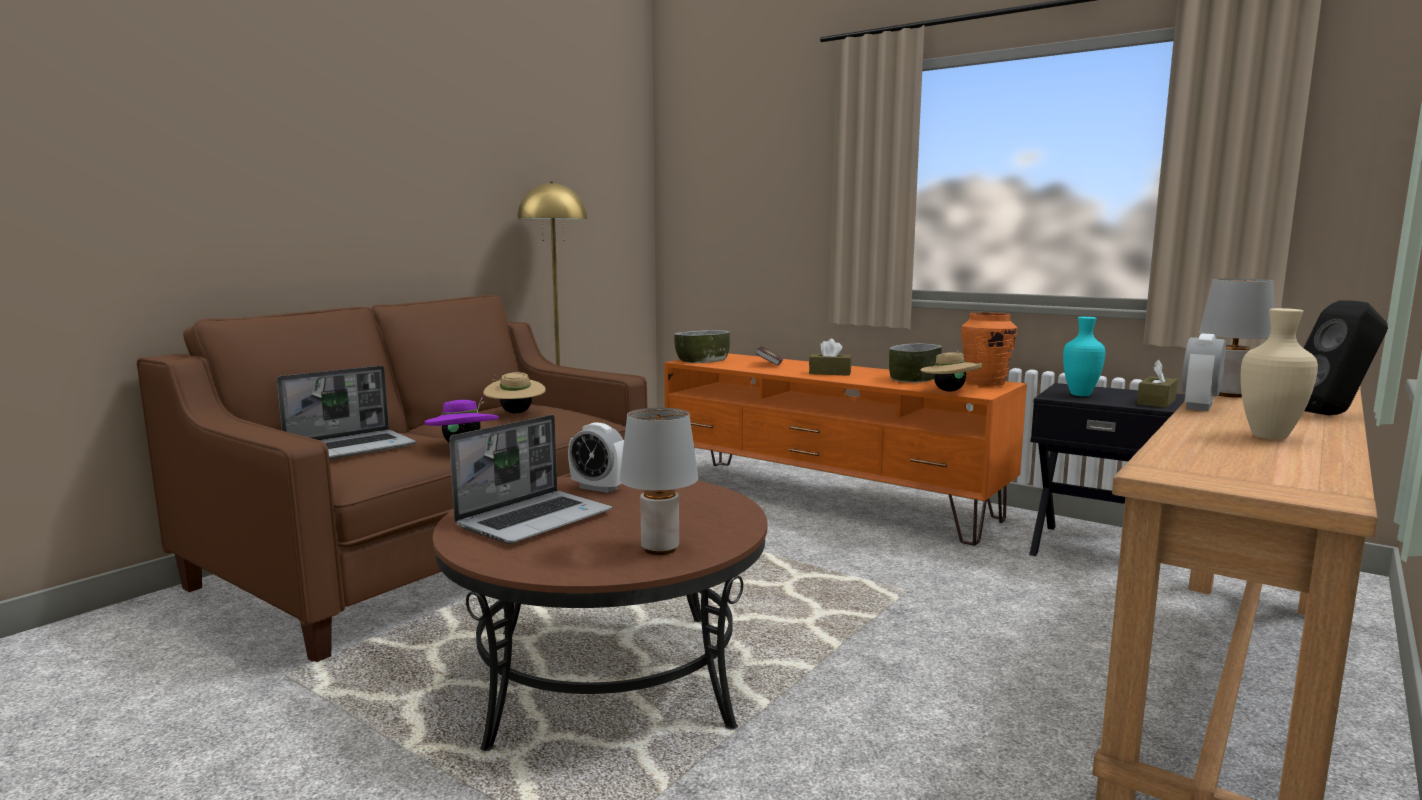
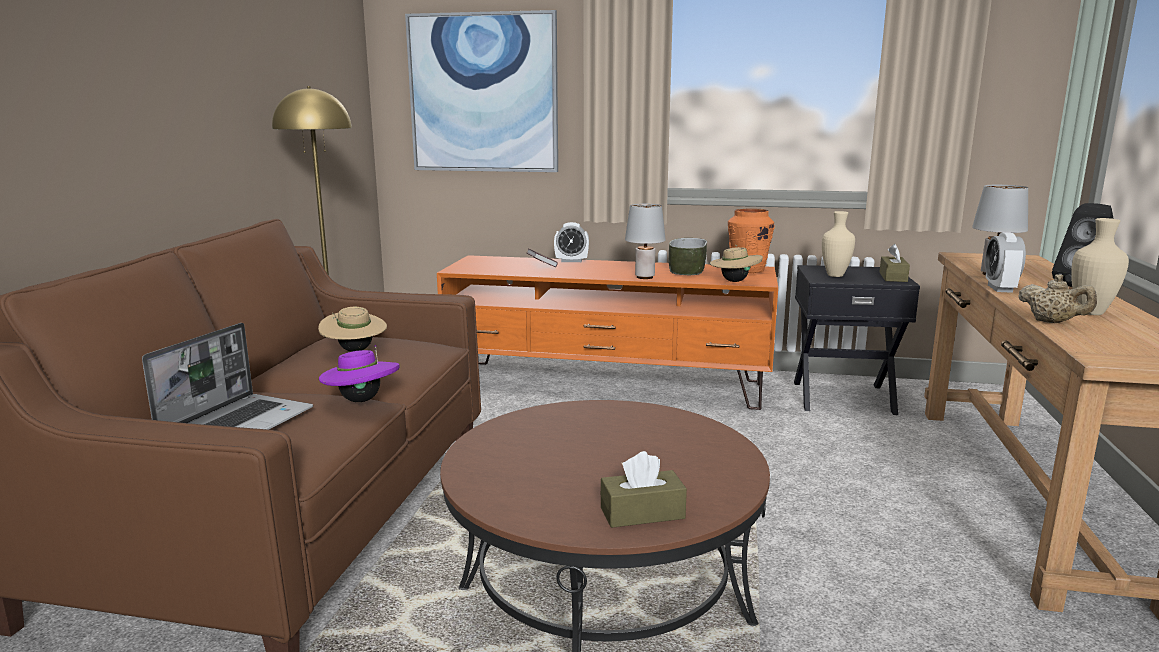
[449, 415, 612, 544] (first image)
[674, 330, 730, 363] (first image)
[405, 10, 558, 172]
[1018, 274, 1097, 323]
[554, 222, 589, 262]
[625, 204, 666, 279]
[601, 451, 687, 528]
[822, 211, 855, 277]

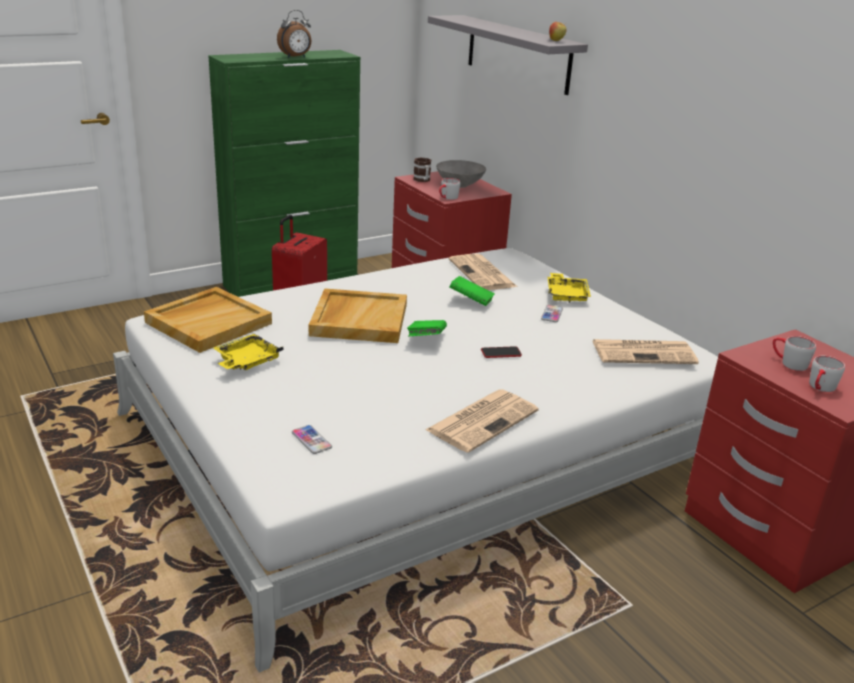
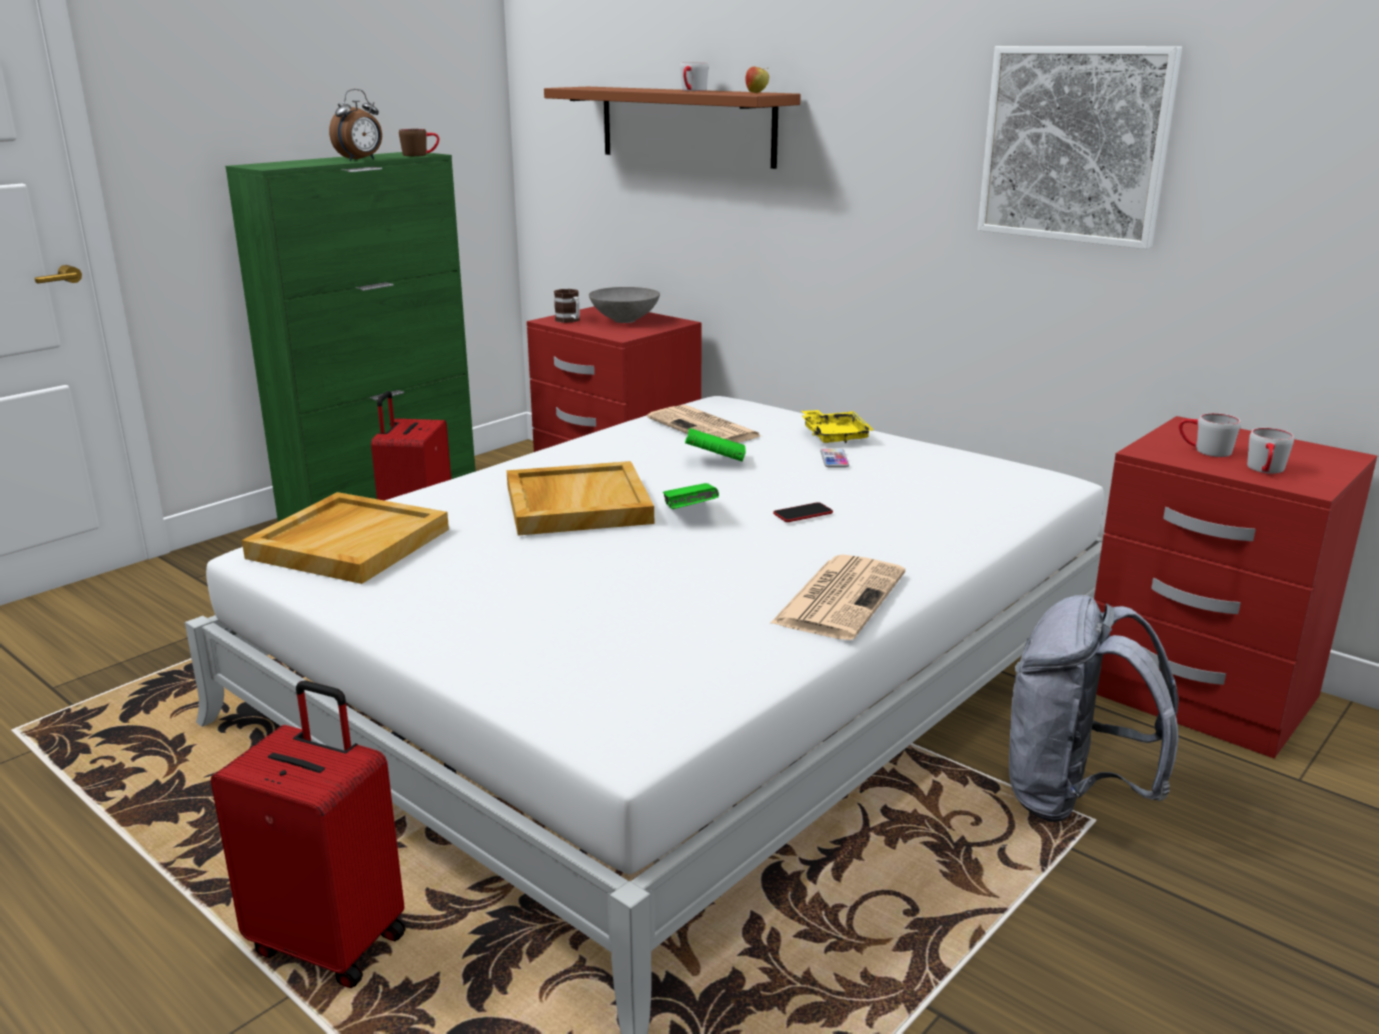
[213, 334, 283, 370] (first image)
[292, 425, 332, 454] (first image)
[593, 339, 699, 364] (first image)
[211, 680, 406, 988]
[399, 129, 439, 156]
[978, 46, 1182, 249]
[1009, 595, 1179, 822]
[680, 63, 709, 91]
[544, 87, 801, 169]

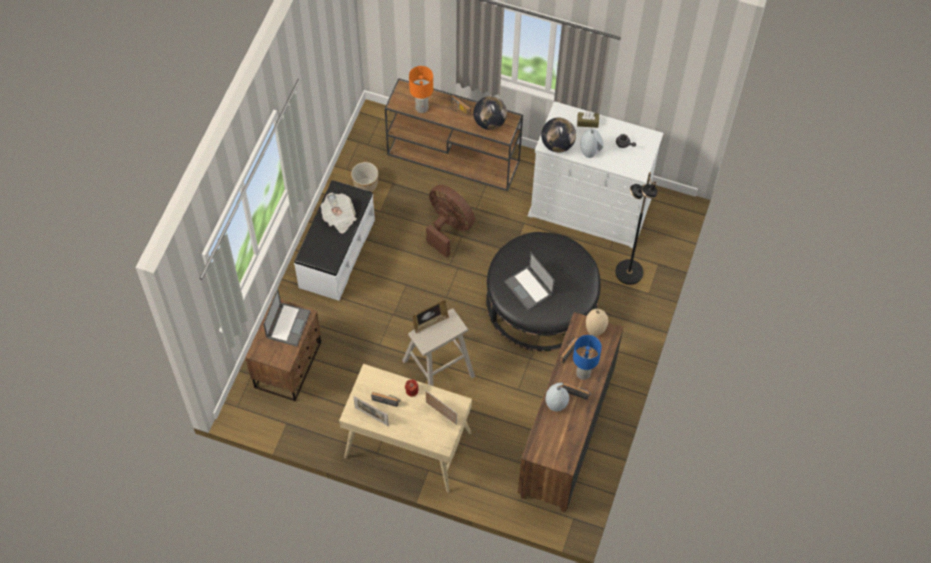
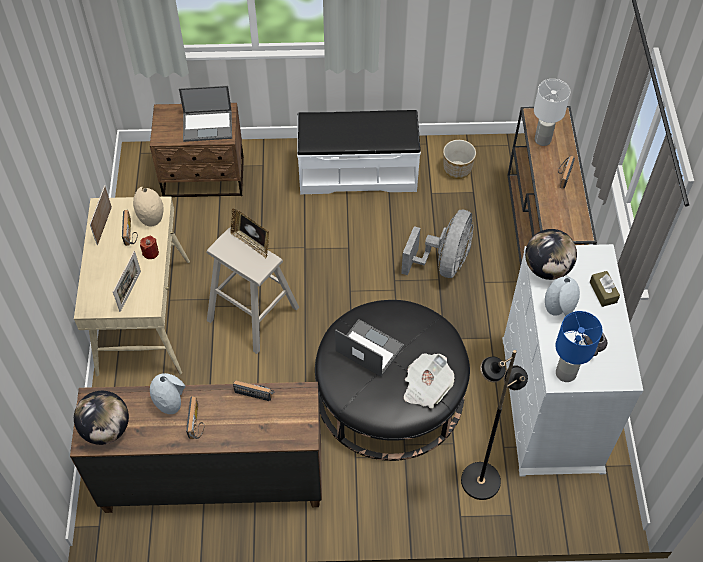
[404, 353, 454, 408]
[74, 391, 129, 445]
[555, 311, 603, 382]
[133, 187, 164, 227]
[534, 79, 570, 146]
[401, 210, 473, 278]
[335, 319, 404, 377]

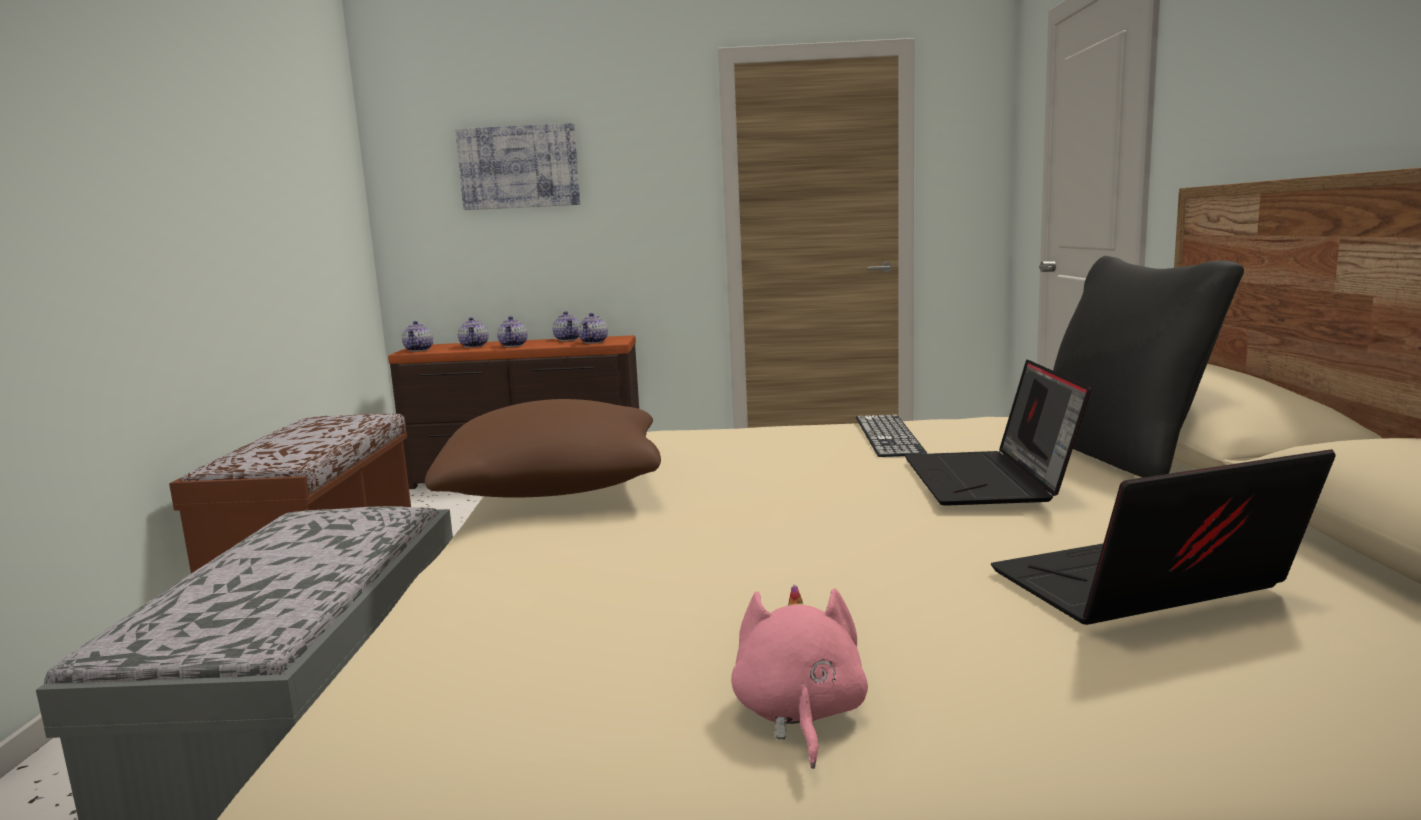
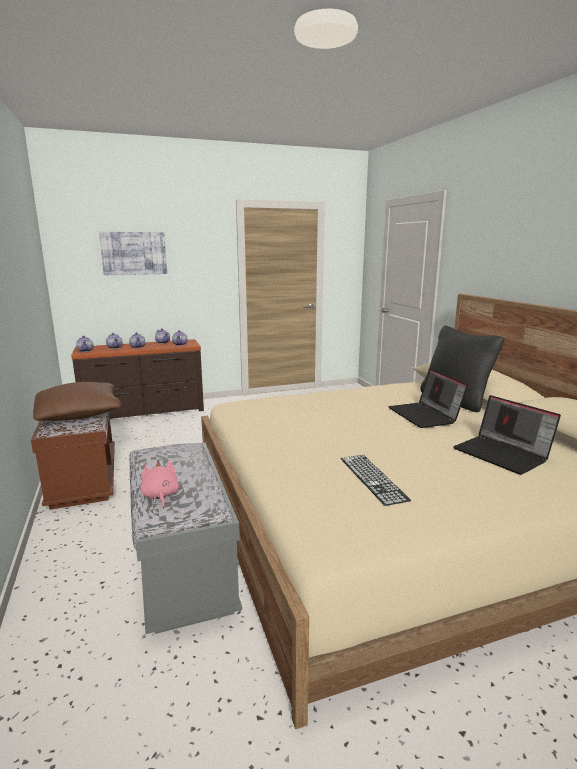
[33, 382, 121, 421]
[140, 461, 179, 508]
[341, 455, 411, 506]
[454, 395, 561, 475]

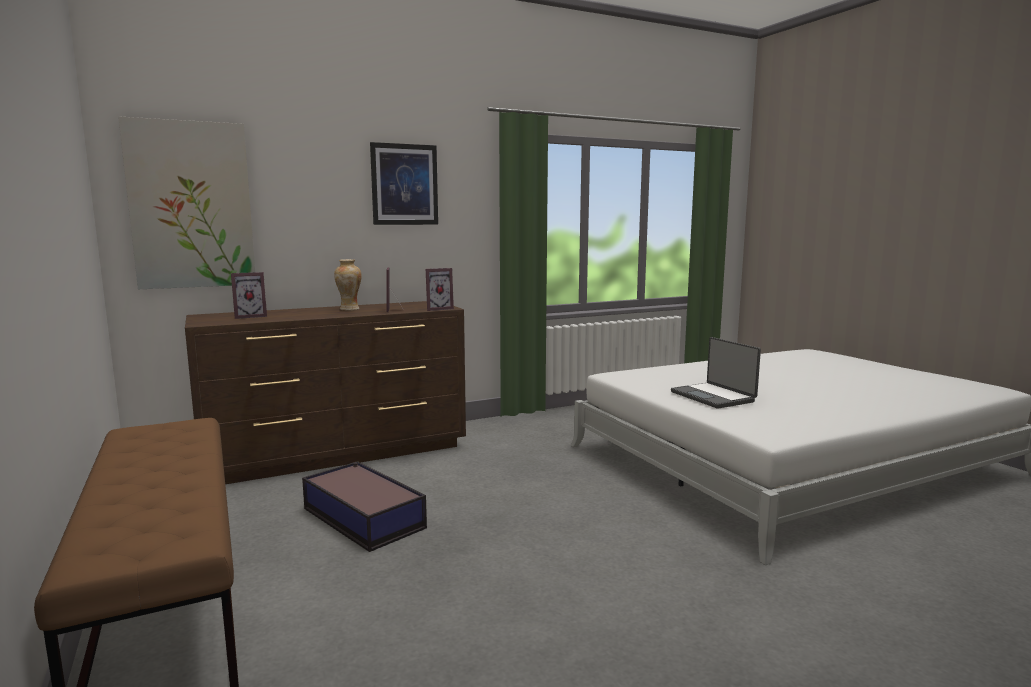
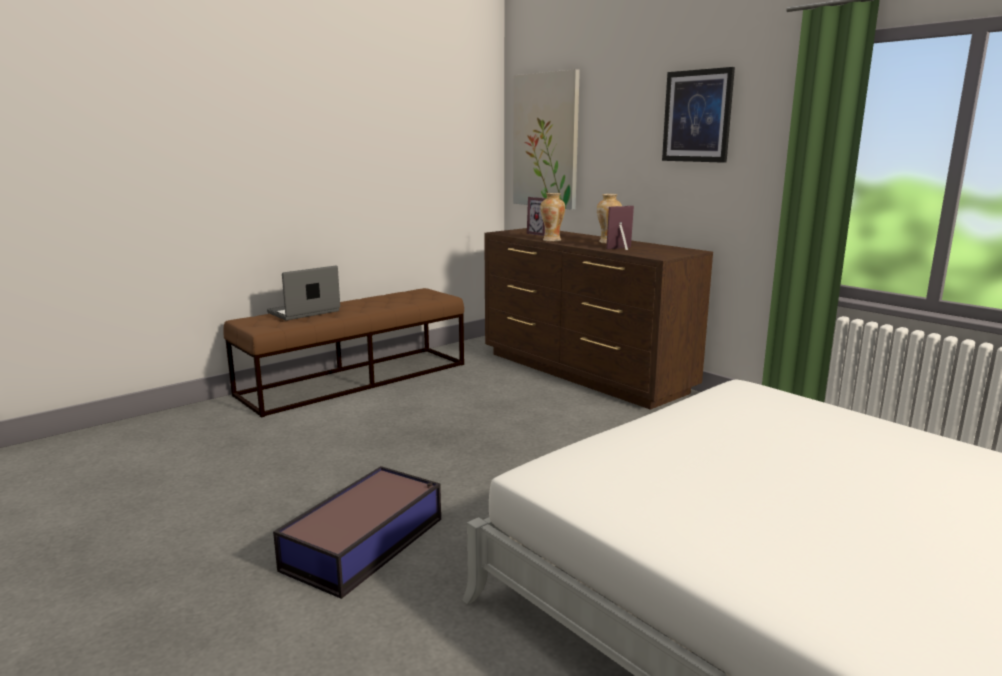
[426, 268, 454, 311] (first image)
[540, 193, 565, 241]
[273, 466, 441, 599]
[267, 266, 340, 320]

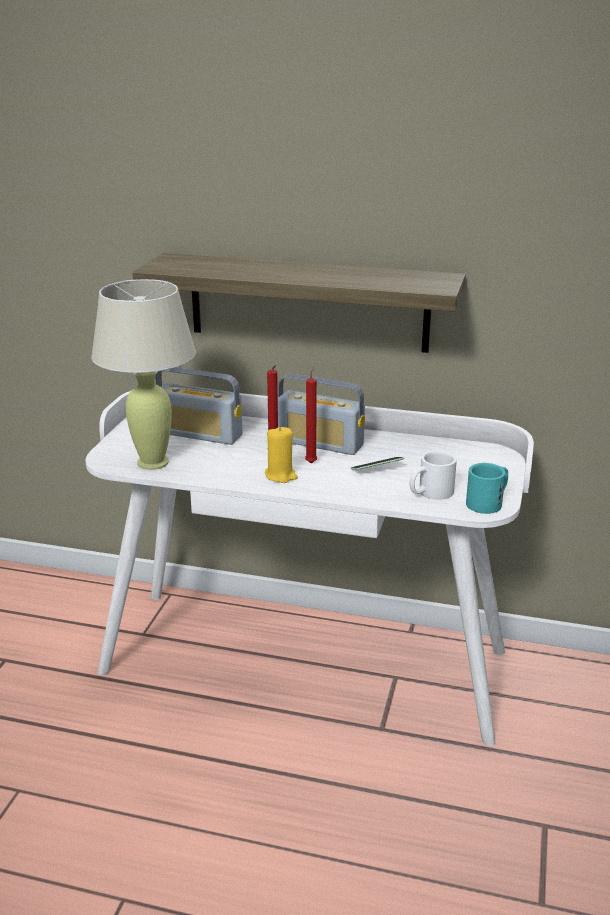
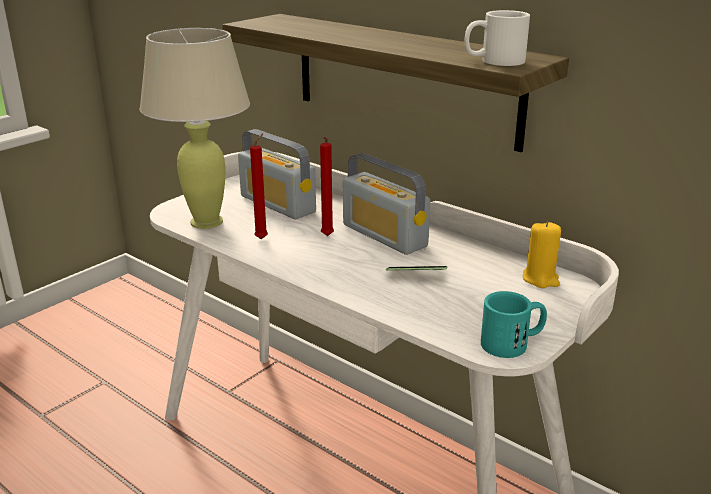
[523, 221, 561, 288]
[250, 133, 268, 239]
[465, 10, 530, 66]

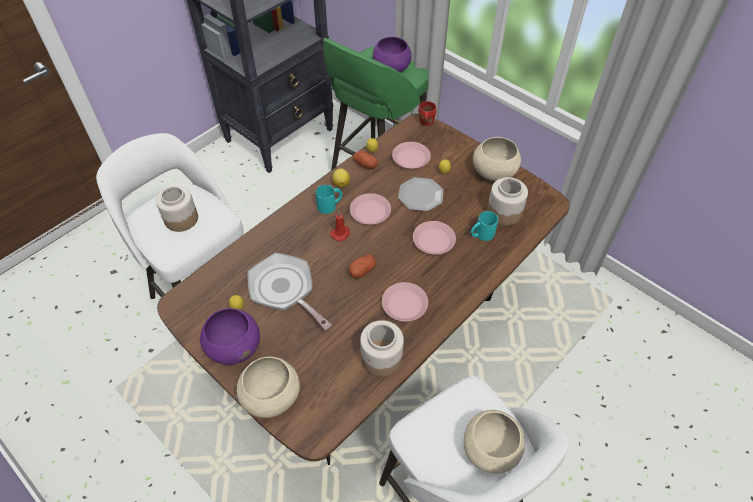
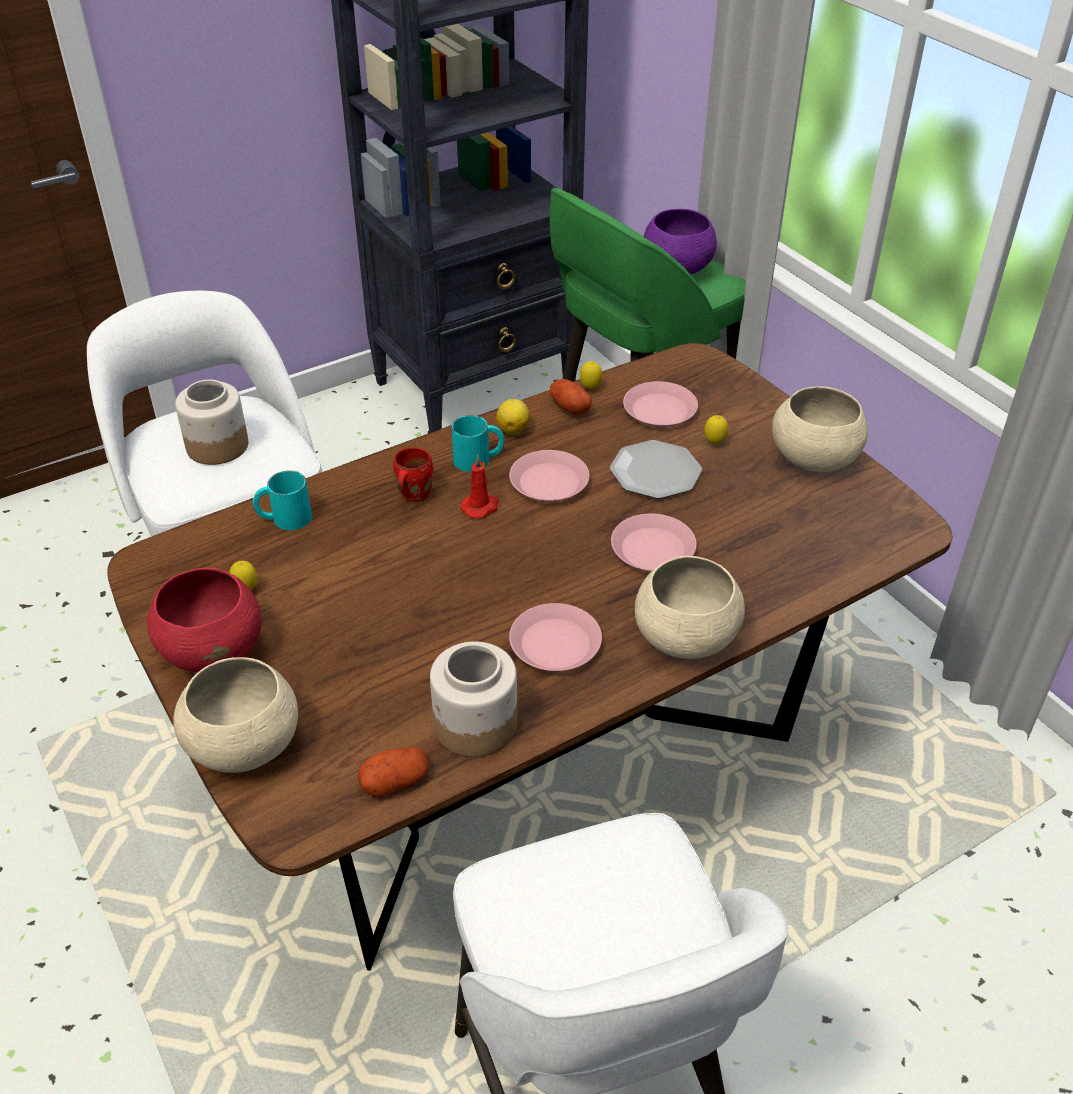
[247, 253, 332, 330] (first image)
[487, 177, 528, 226] (first image)
[357, 747, 429, 797]
[393, 447, 433, 502]
[635, 556, 745, 659]
[253, 470, 312, 530]
[147, 567, 262, 672]

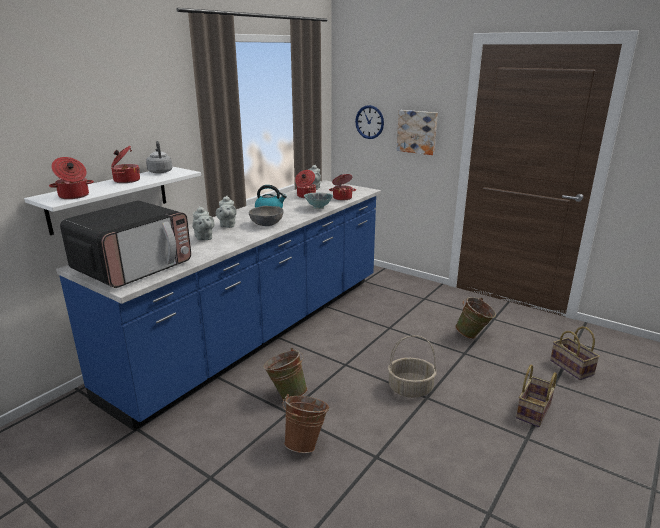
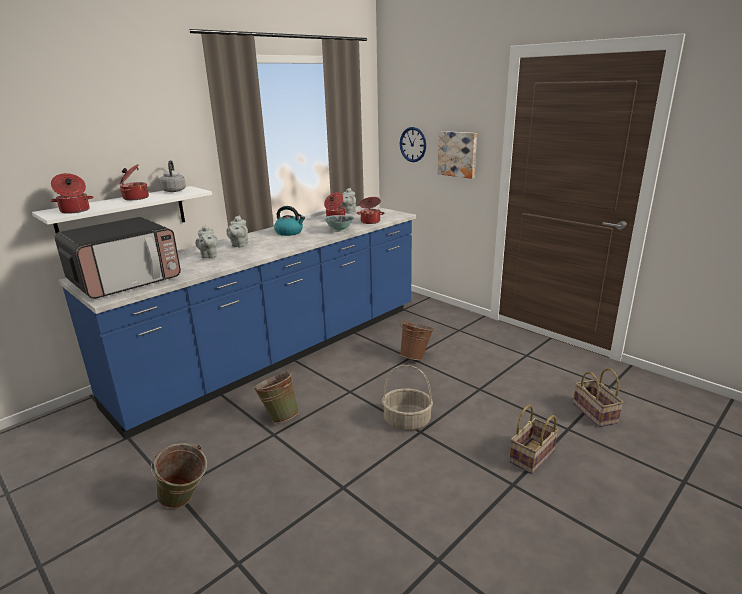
[249, 206, 284, 226] (first image)
[400, 320, 434, 360]
[150, 443, 207, 509]

